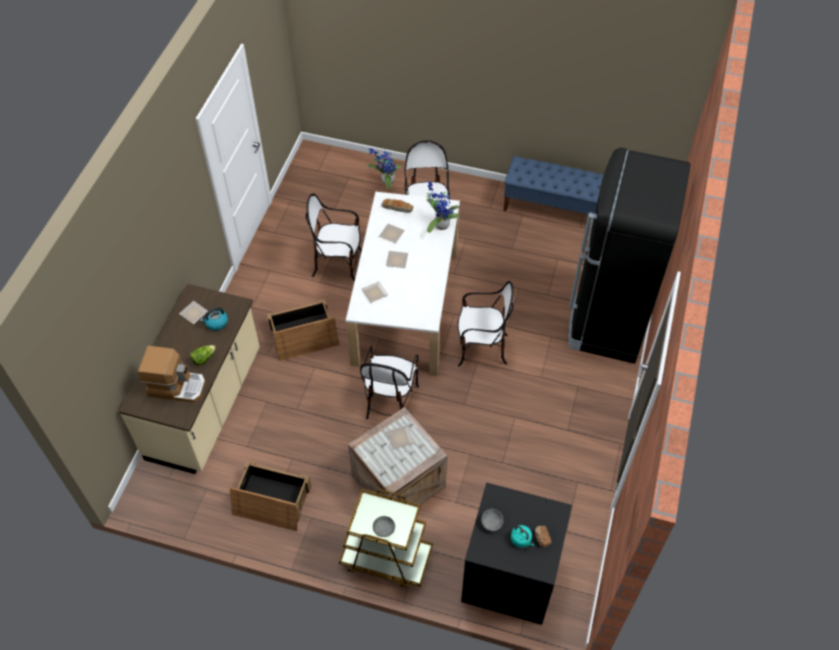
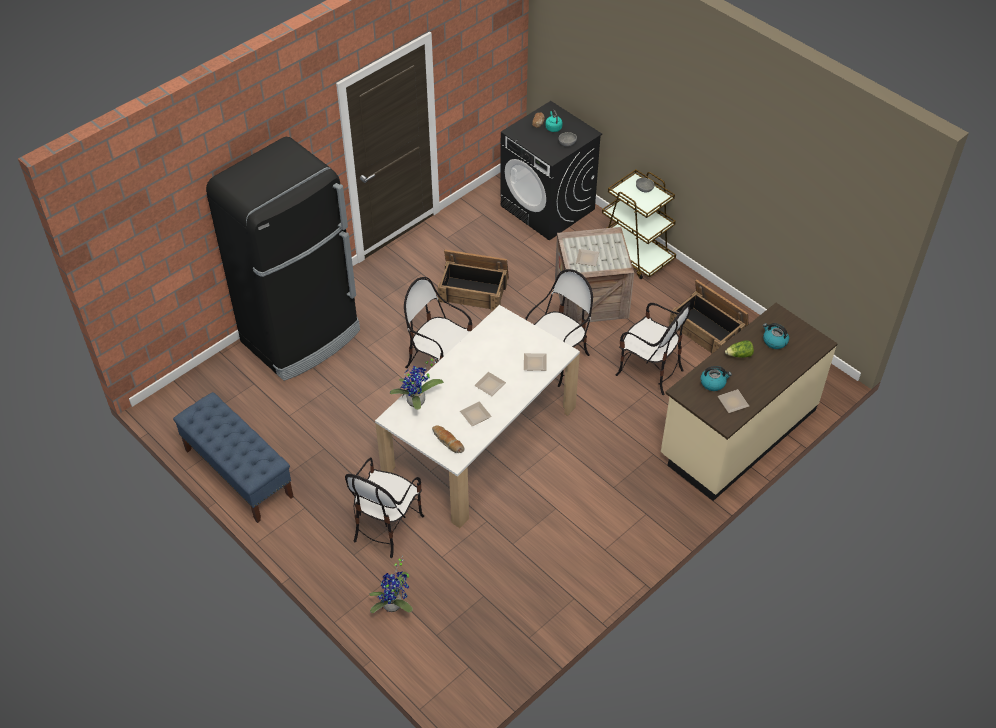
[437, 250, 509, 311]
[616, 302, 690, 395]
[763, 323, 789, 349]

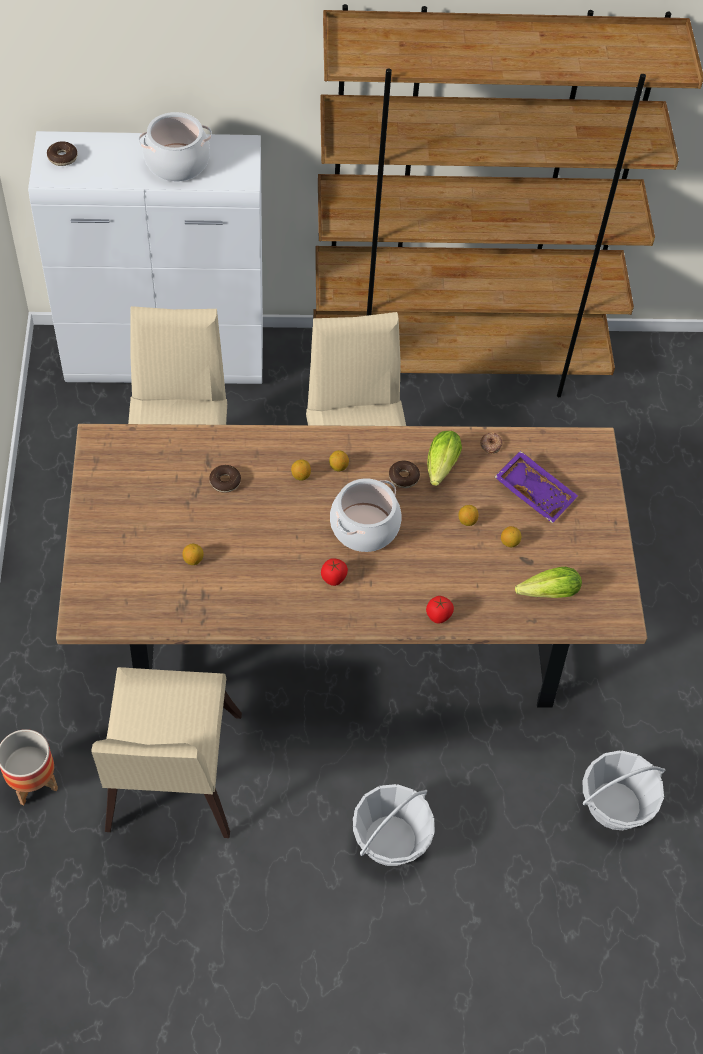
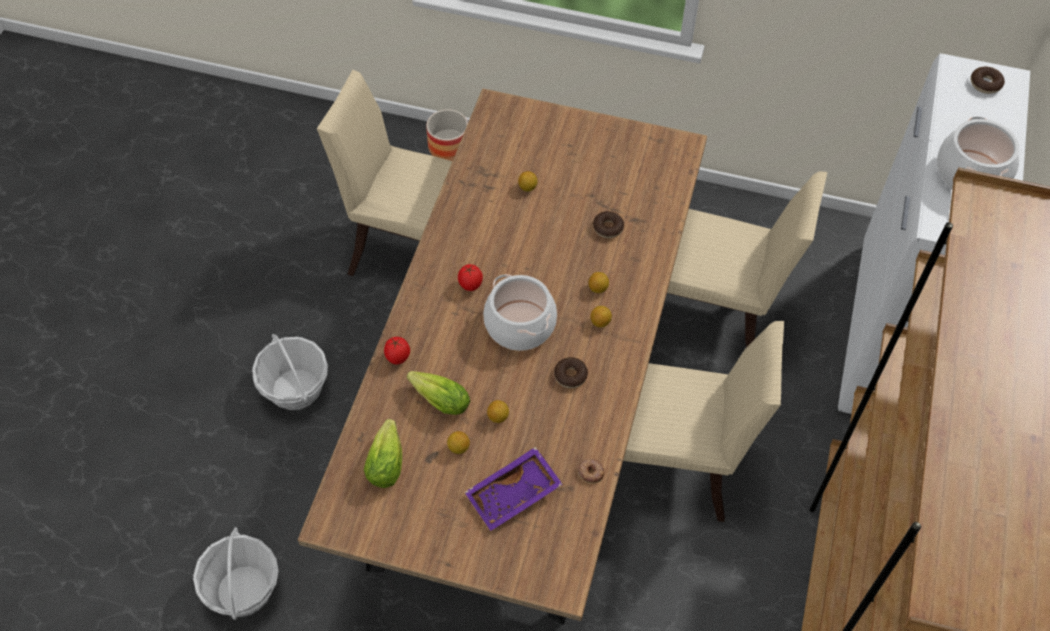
[406, 371, 470, 415]

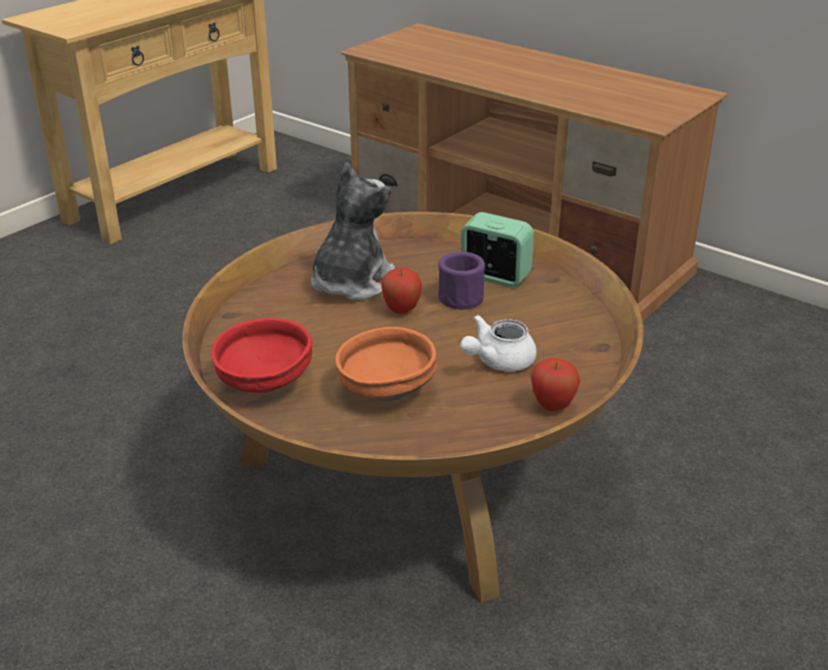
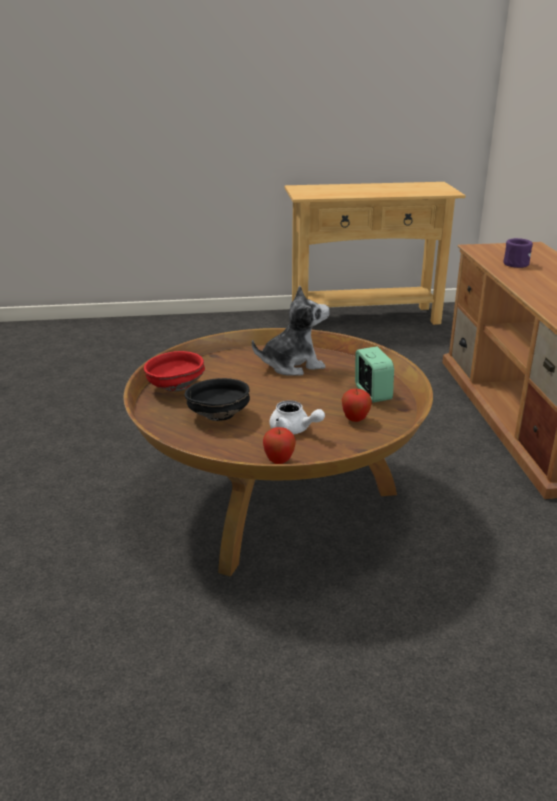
[342, 389, 372, 422]
[503, 238, 533, 268]
[185, 378, 250, 421]
[269, 400, 325, 434]

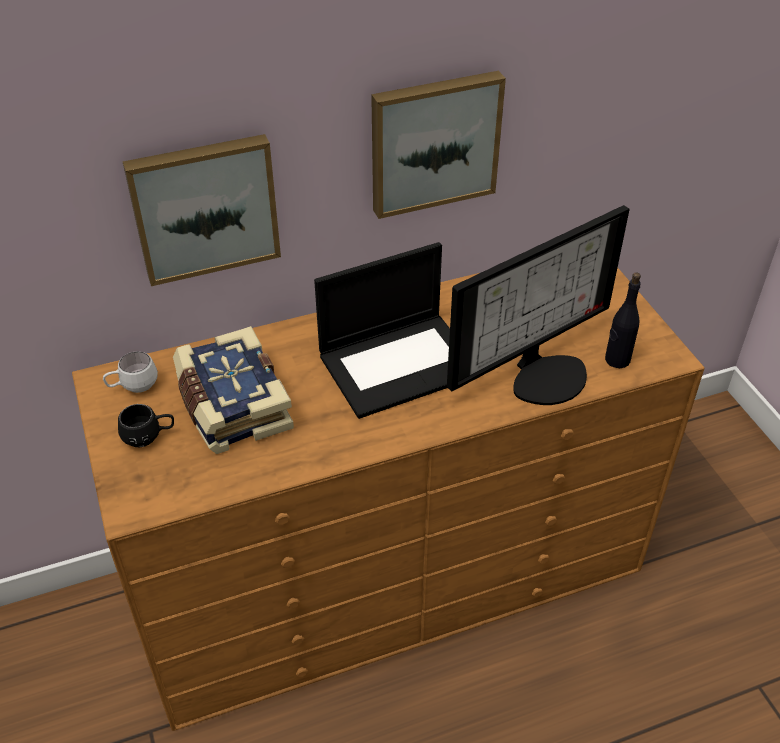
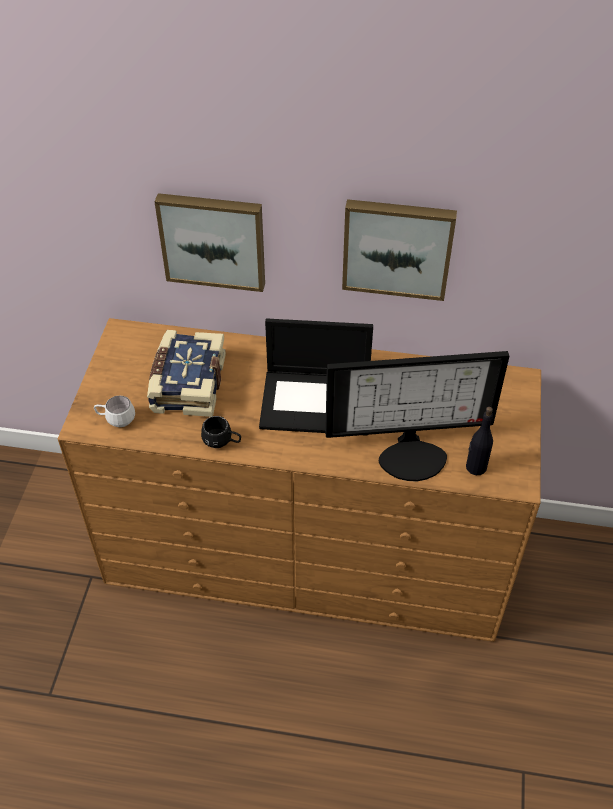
[94, 396, 135, 427]
[201, 416, 241, 448]

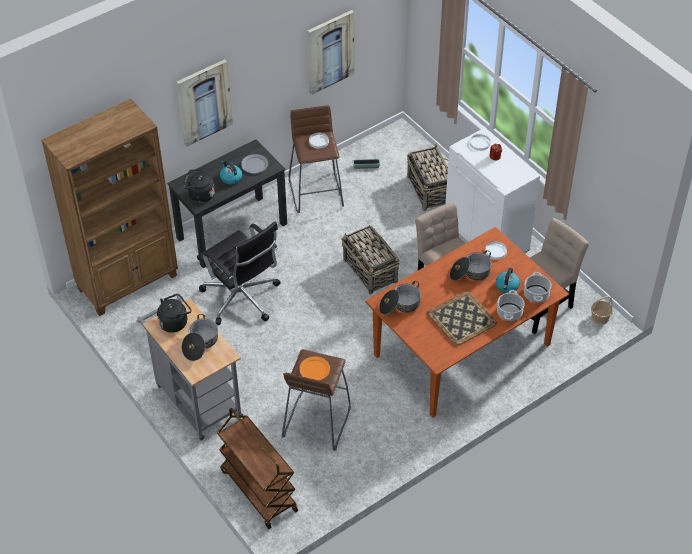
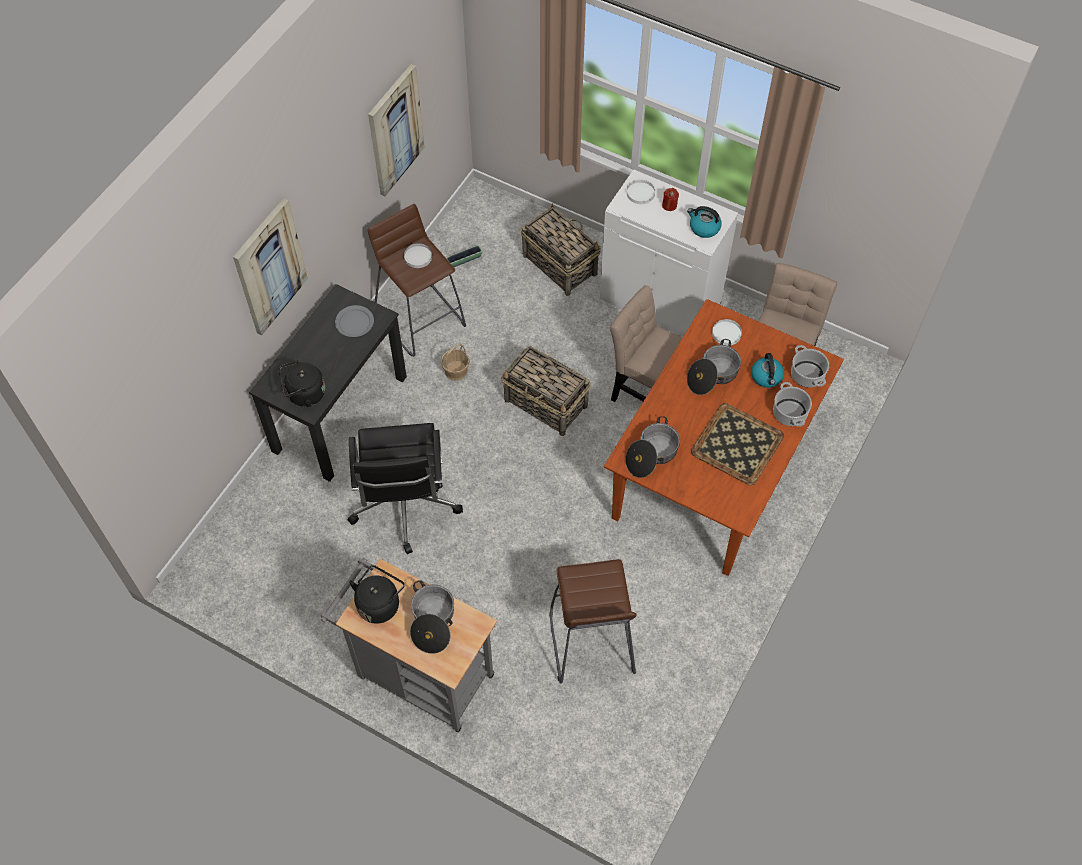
[41, 99, 178, 316] (first image)
[217, 408, 298, 529] (first image)
[299, 356, 330, 380] (first image)
[687, 206, 722, 238]
[441, 344, 470, 381]
[348, 423, 463, 554]

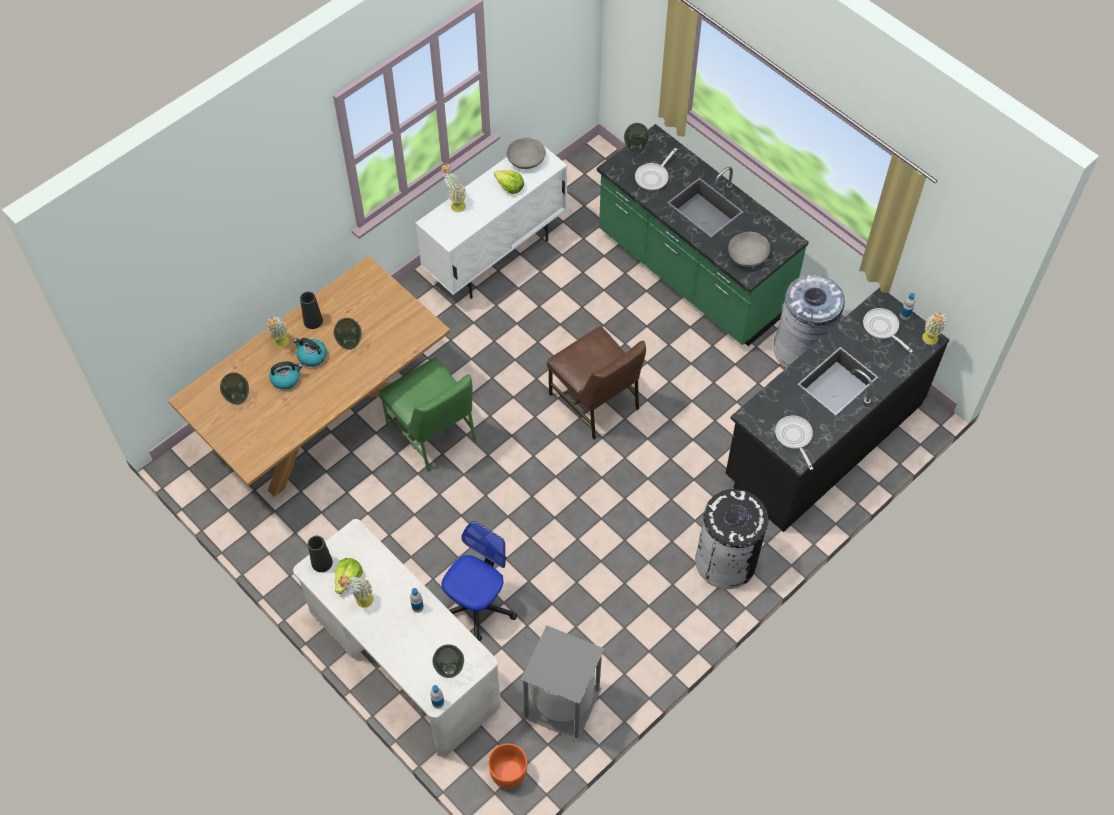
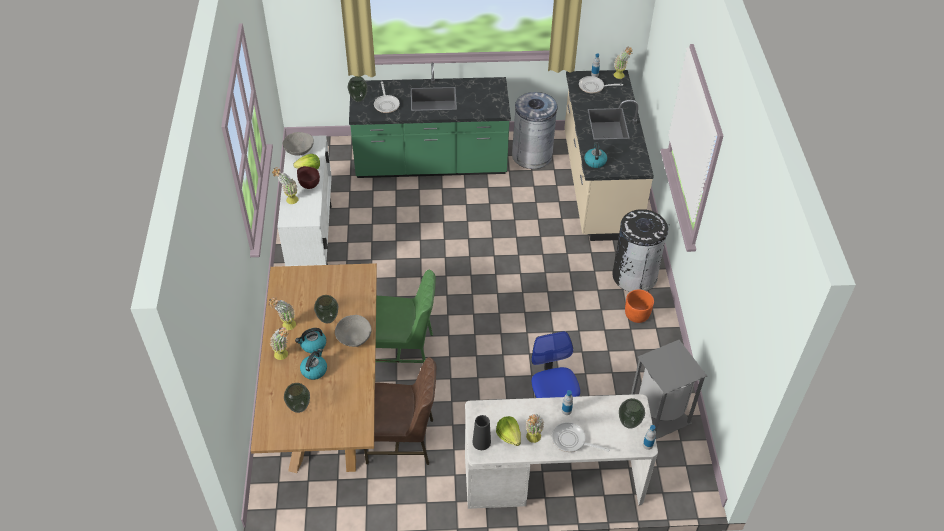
[297, 166, 320, 189]
[584, 143, 607, 168]
[625, 289, 654, 323]
[364, 357, 436, 465]
[335, 315, 371, 347]
[552, 422, 610, 452]
[268, 297, 296, 330]
[564, 70, 654, 241]

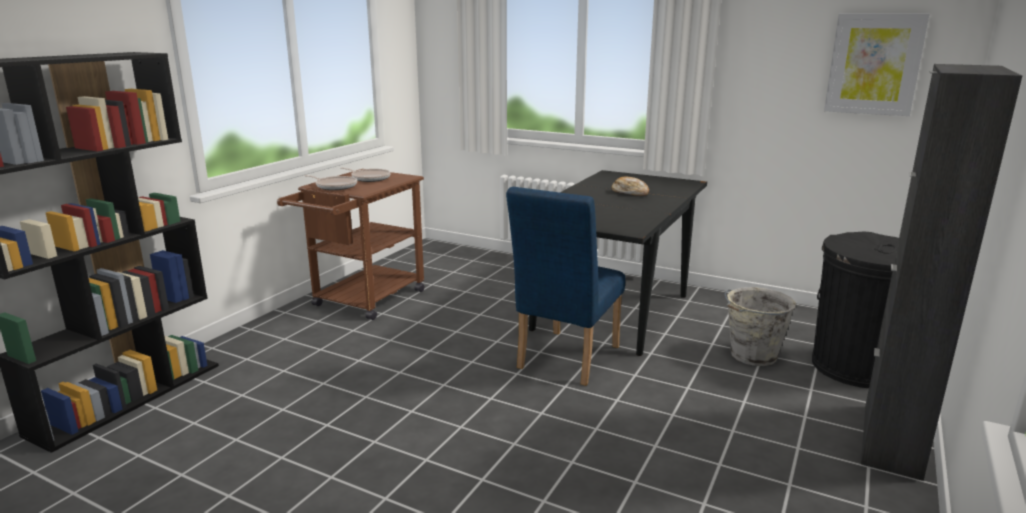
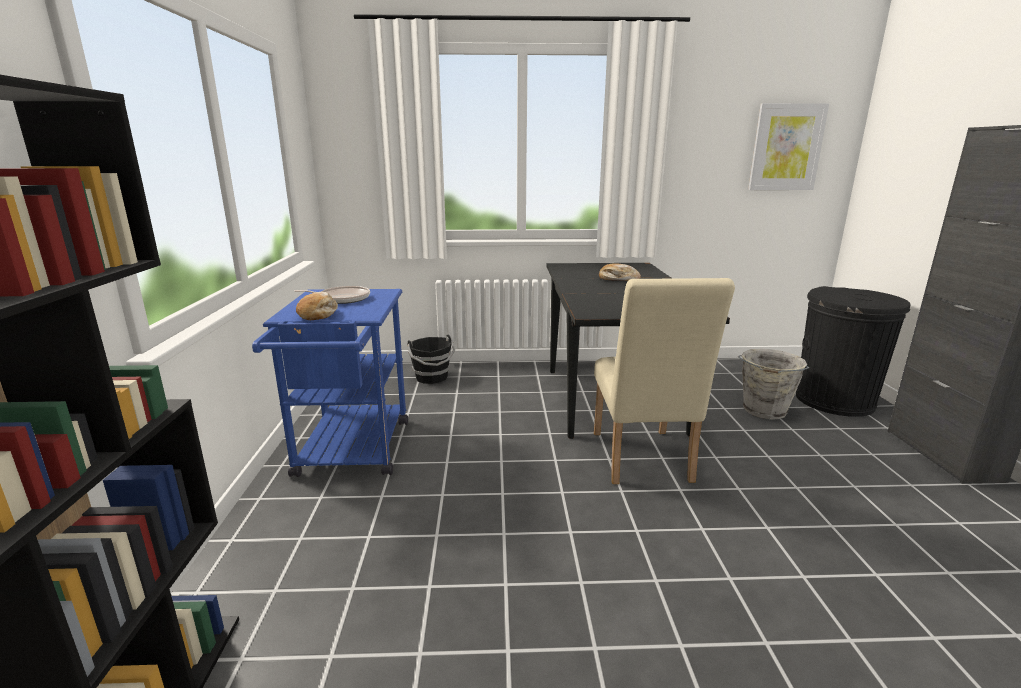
[407, 335, 455, 384]
[296, 292, 338, 320]
[252, 289, 408, 477]
[594, 278, 735, 484]

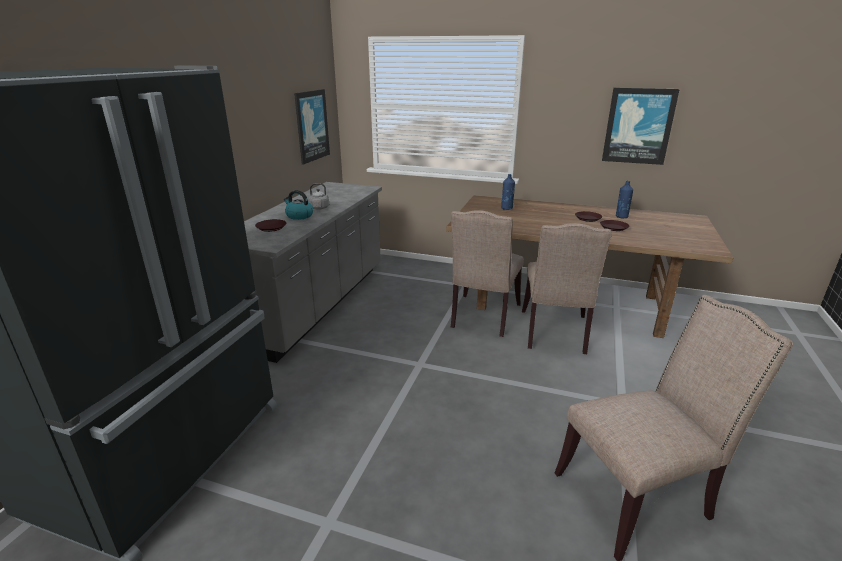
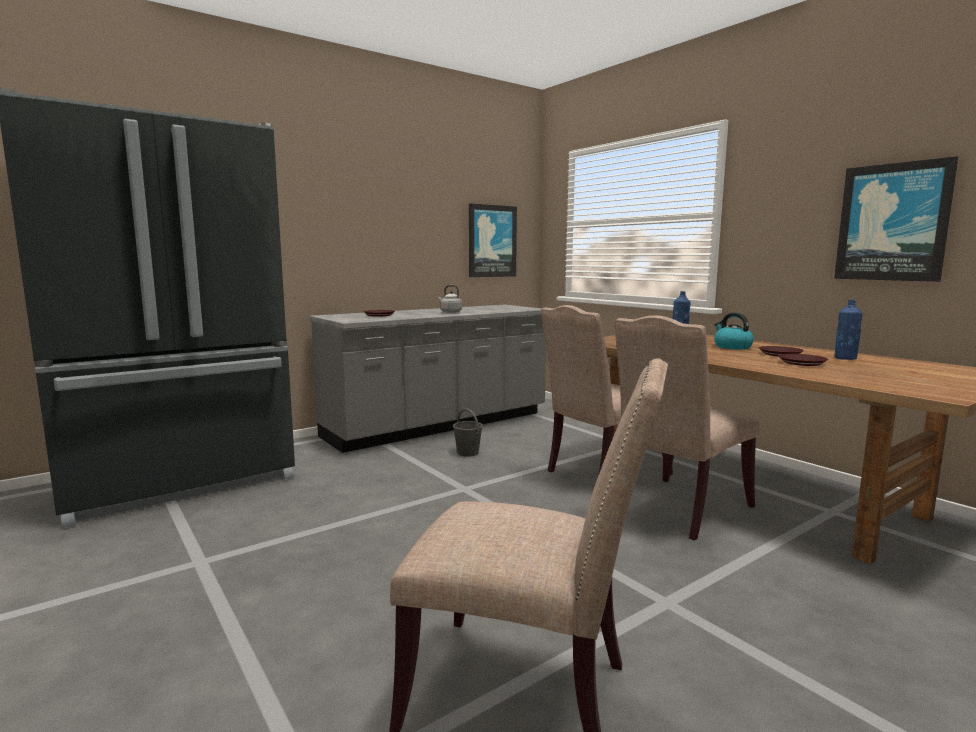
[453, 408, 483, 457]
[714, 312, 754, 349]

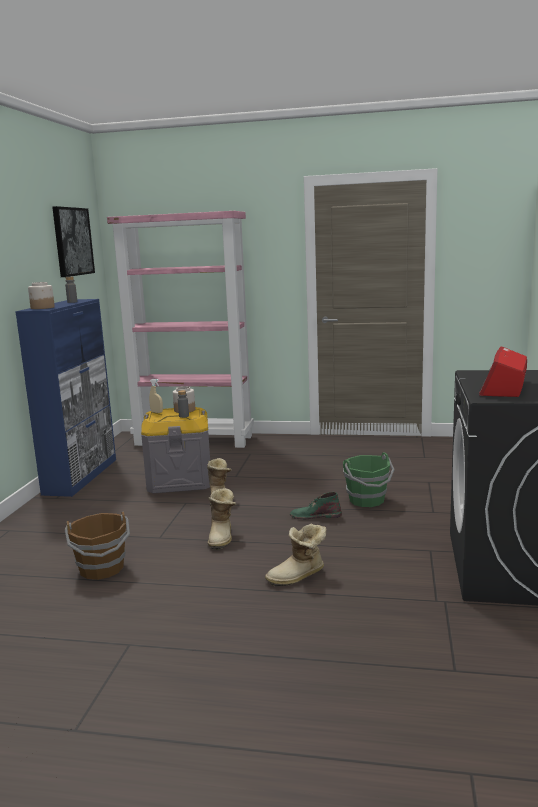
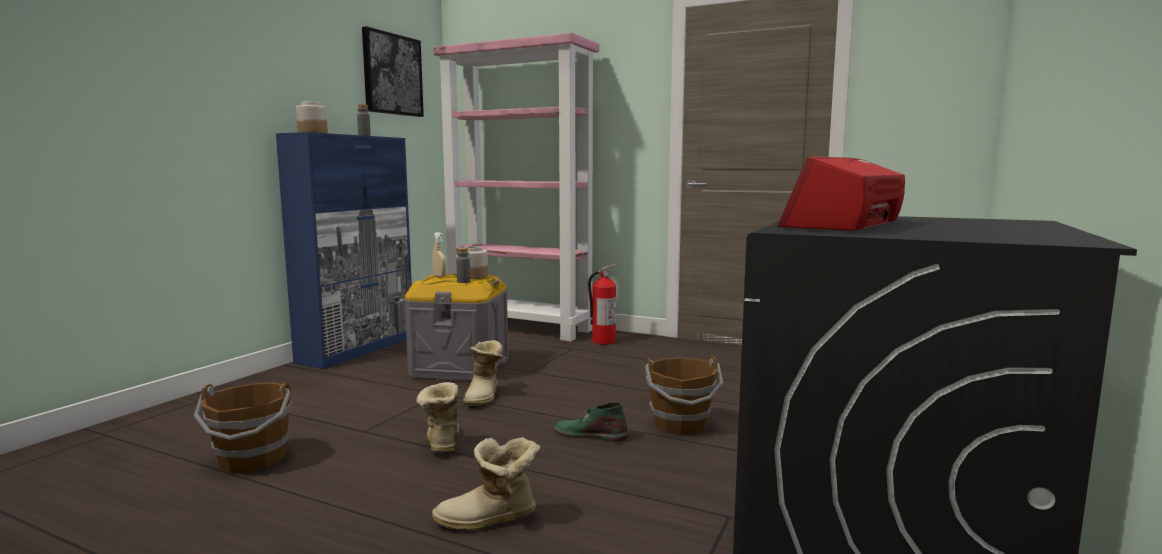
[588, 264, 619, 345]
[645, 356, 724, 435]
[417, 382, 460, 453]

